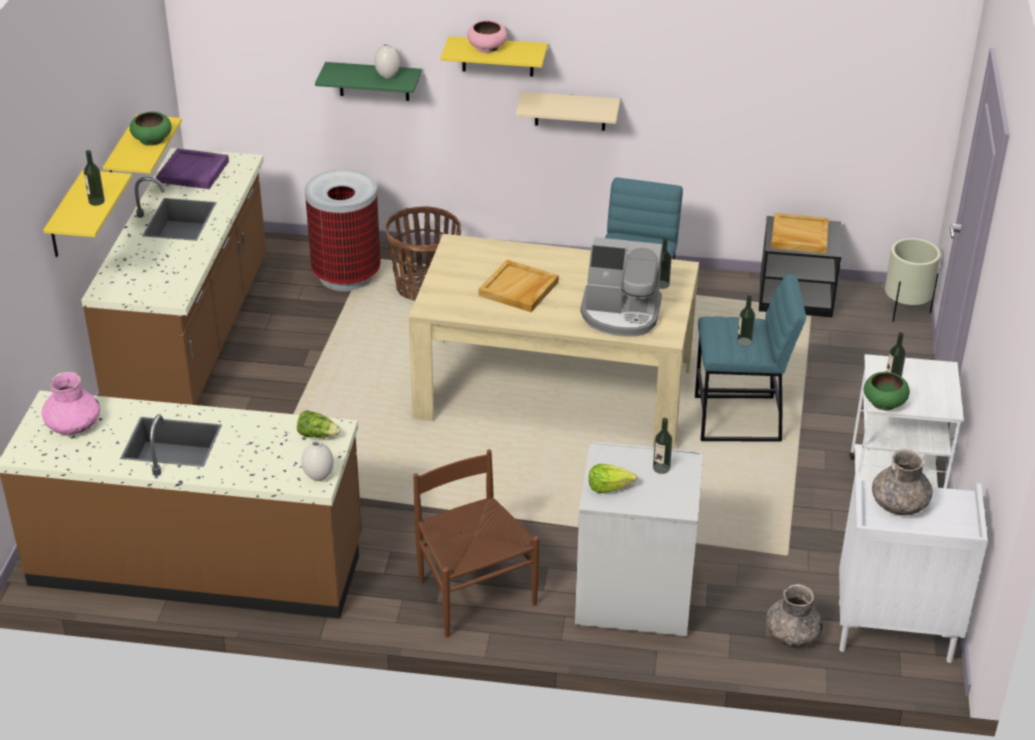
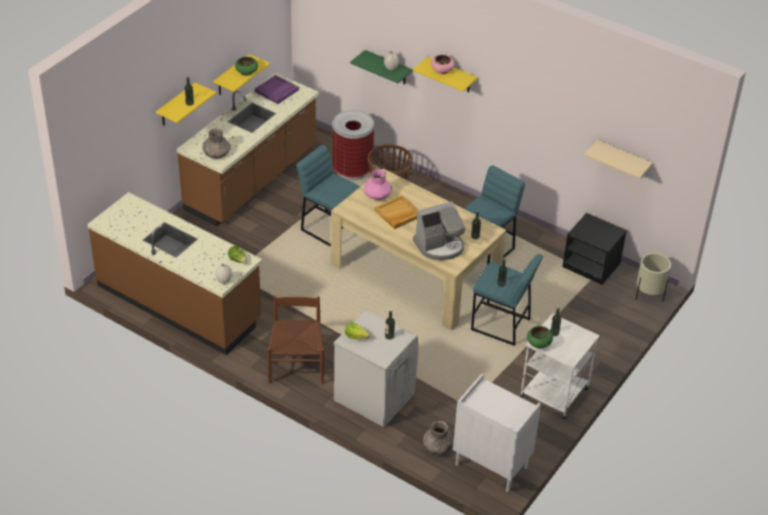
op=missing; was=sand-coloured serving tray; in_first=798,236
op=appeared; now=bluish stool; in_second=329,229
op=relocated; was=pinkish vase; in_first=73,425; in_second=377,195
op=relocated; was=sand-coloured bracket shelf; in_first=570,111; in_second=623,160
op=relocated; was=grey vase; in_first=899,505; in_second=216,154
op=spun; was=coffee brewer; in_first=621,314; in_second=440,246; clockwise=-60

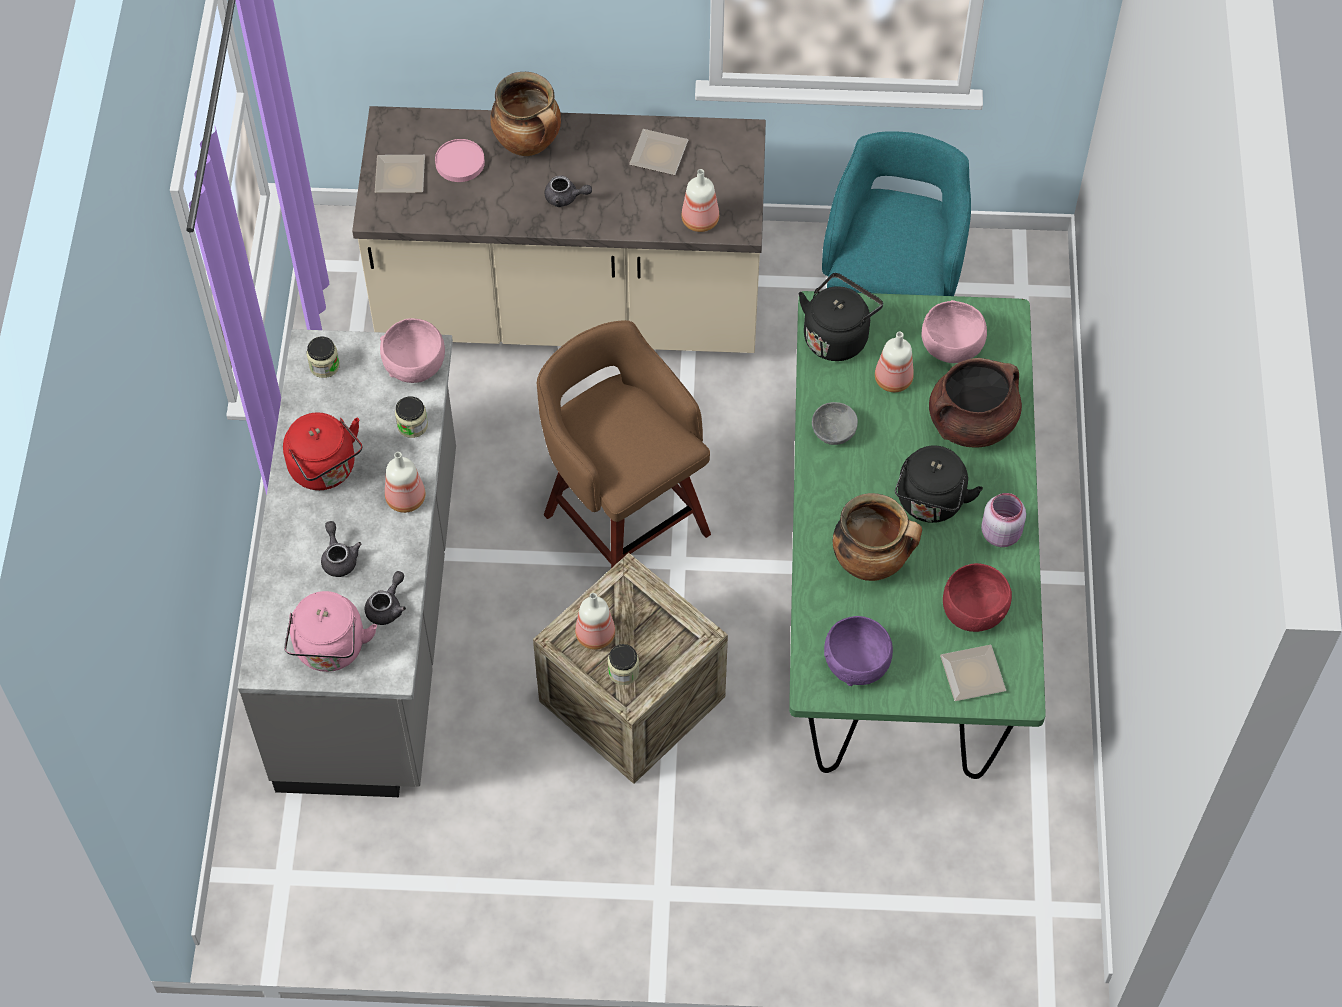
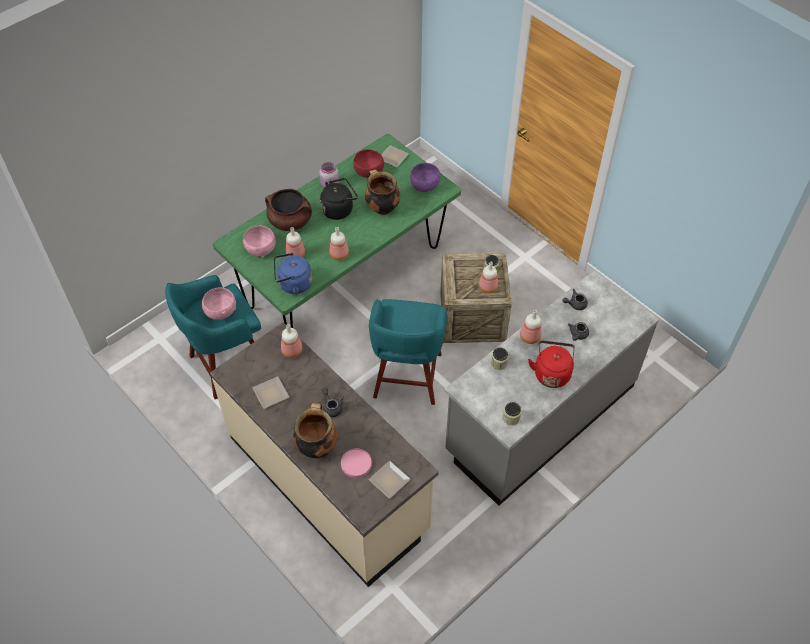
op=missing; was=pinkish kettle; in_first=330,650
op=relocated; was=pinkish serving bowl; in_first=415,365; in_second=220,311
op=exchanged; was=grey serving bowl; now=drink bottle; in_first=833,432; in_second=340,254
op=colour; was=brownish stool; now=blue-green stool; in_first=624,520; in_second=407,378
op=colour; was=black-coloured kettle; now=bluish kettle; in_first=837,336; in_second=293,284

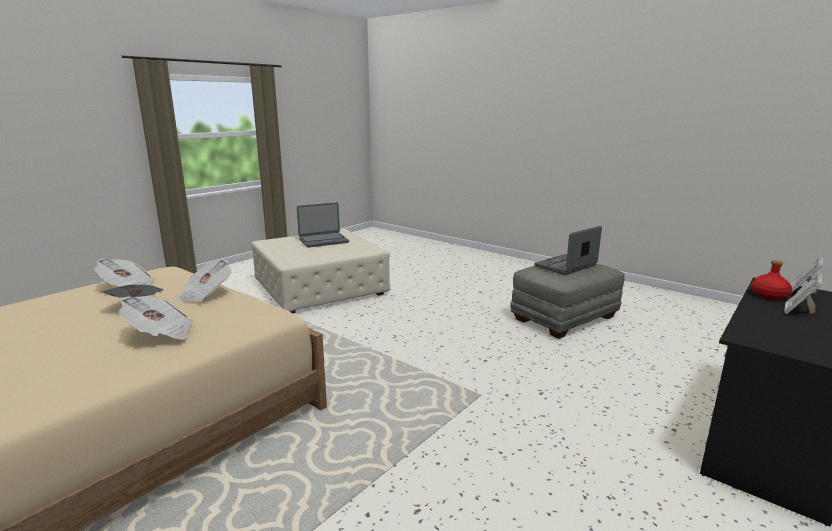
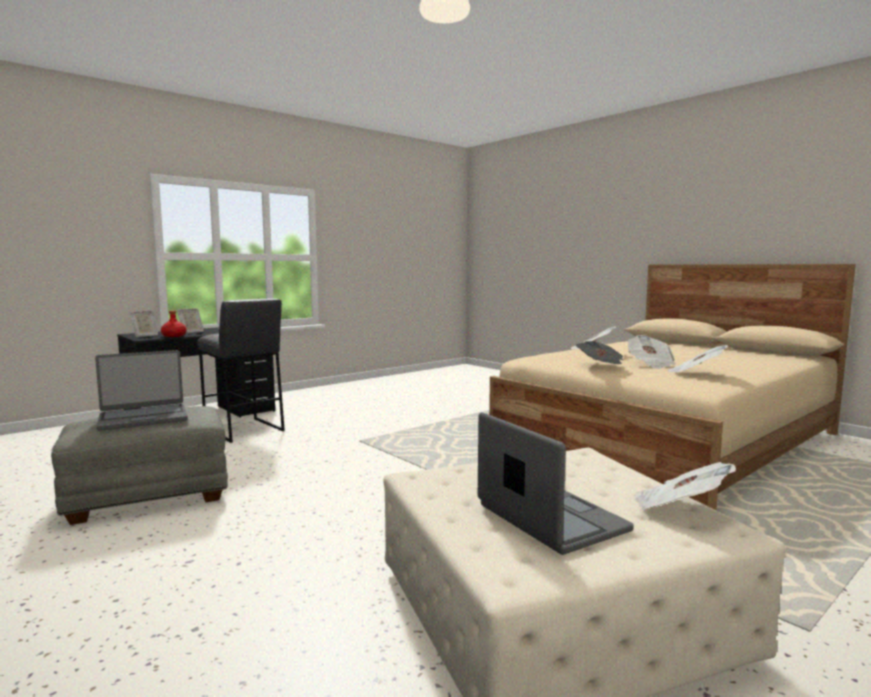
op=appeared; now=grey stool; in_second=244,430
op=appeared; now=daily paper; in_second=678,509
op=spun; was=portable computer; in_first=323,241; in_second=550,518; clockwise=75

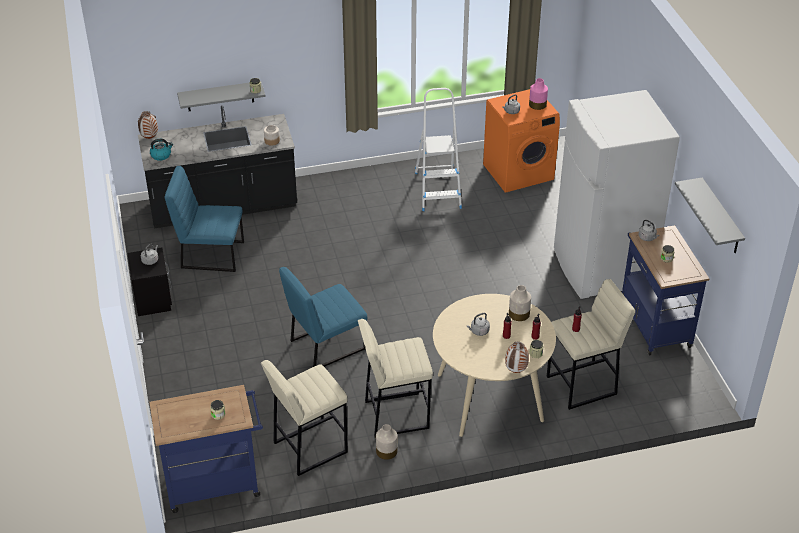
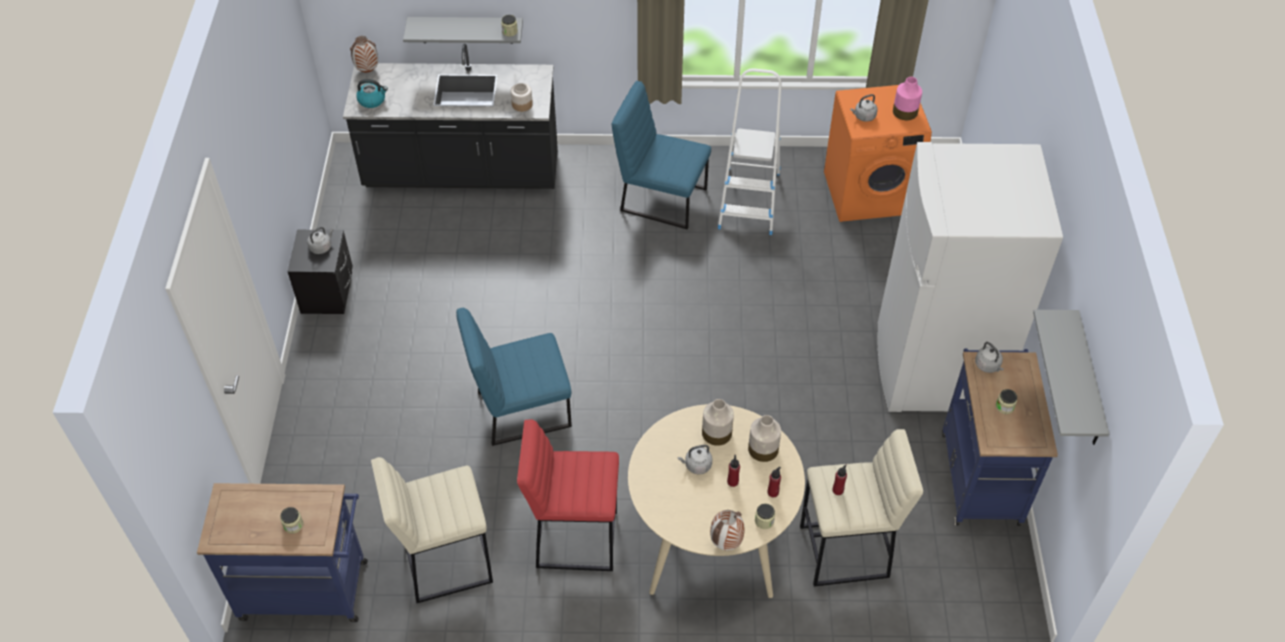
op=relocated; was=bluish plain chair; in_first=210,254; in_second=661,198
op=relocated; was=sand-coloured vase; in_first=386,451; in_second=717,432
op=colour; was=sand-coloured stool; now=reddish stool; in_first=394,415; in_second=574,539

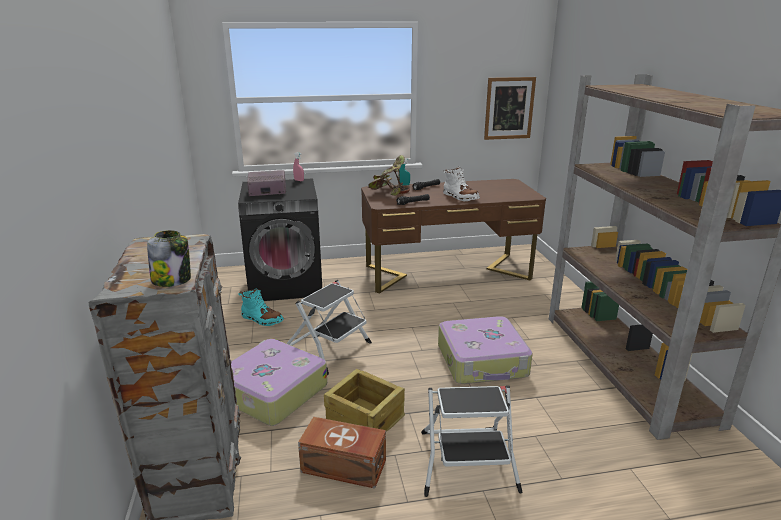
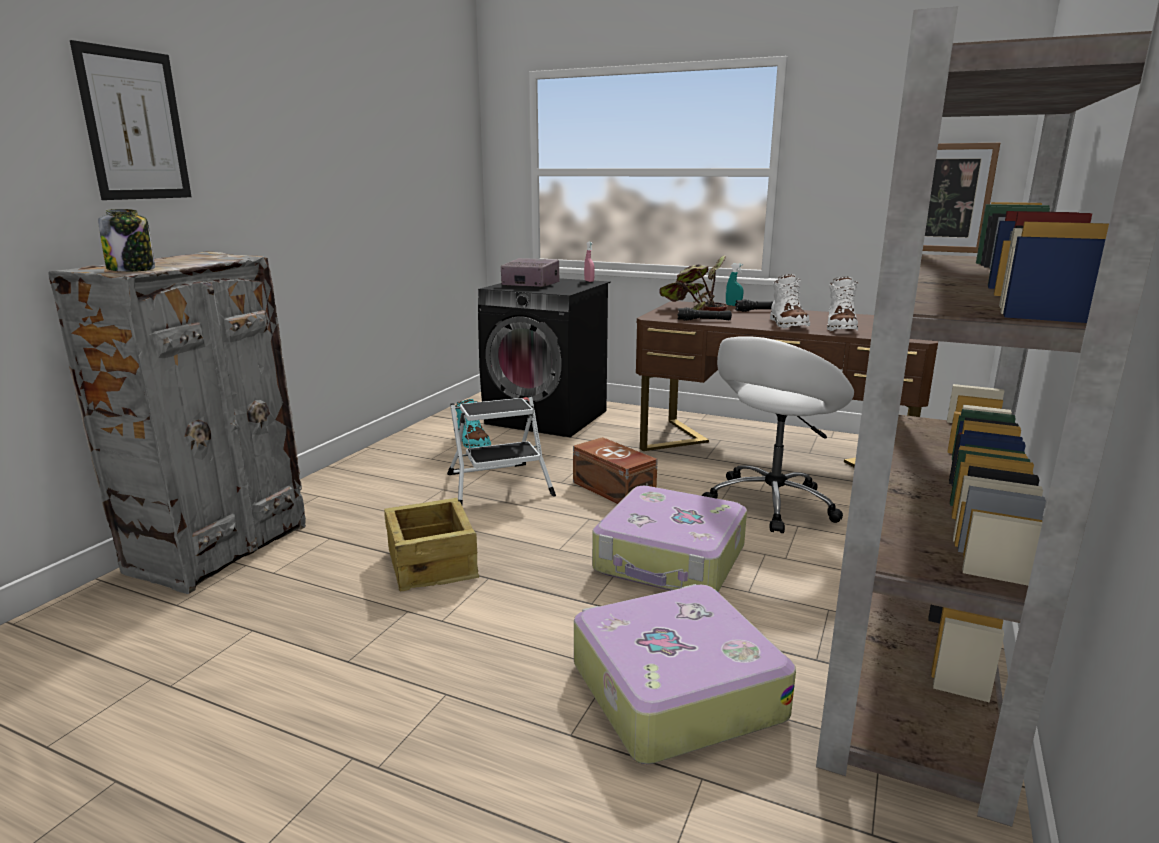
op=missing; was=step ladder; in_first=466,462
op=appeared; now=picture; in_second=134,125
op=appeared; now=white-coloured computer chair; in_second=769,505
op=appeared; now=white-coloured boot; in_second=840,328
op=relocated; was=suitcase; in_first=271,392; in_second=673,690
op=relocated; was=brownish storage box; in_first=344,467; in_second=613,490

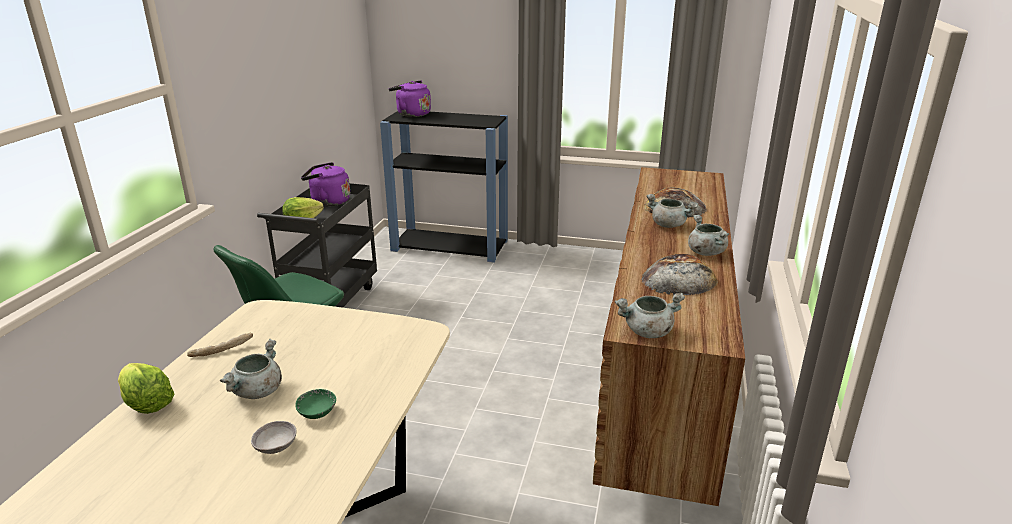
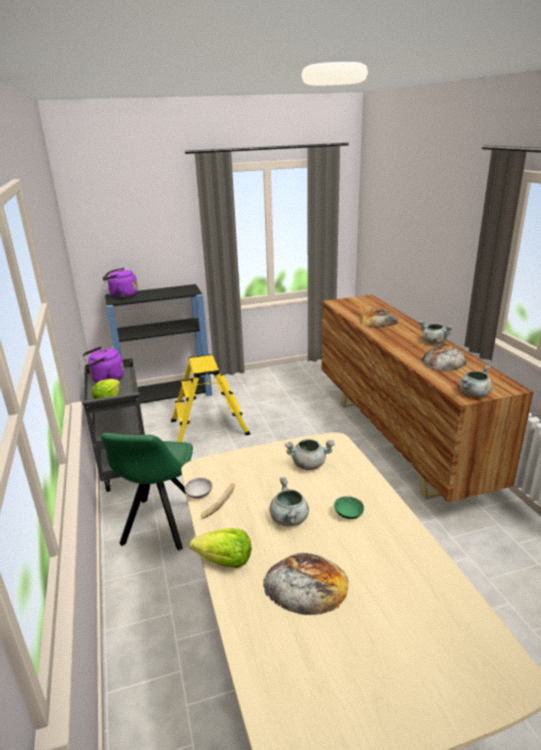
op=appeared; now=yellow-coloured step ladder; in_second=209,427
op=appeared; now=baked bread; in_second=306,584
op=relocated; was=grey serving bowl; in_first=276,447; in_second=199,494
op=relocated; was=grey stockpot; in_first=669,225; in_second=309,464

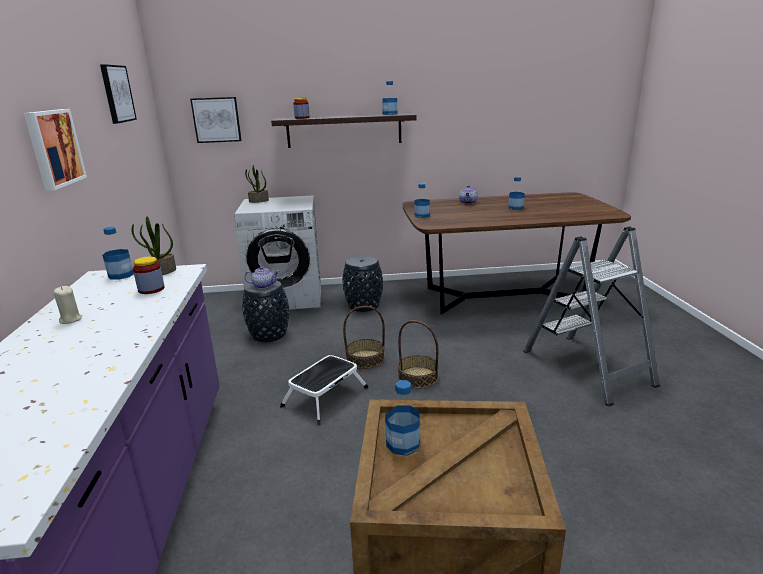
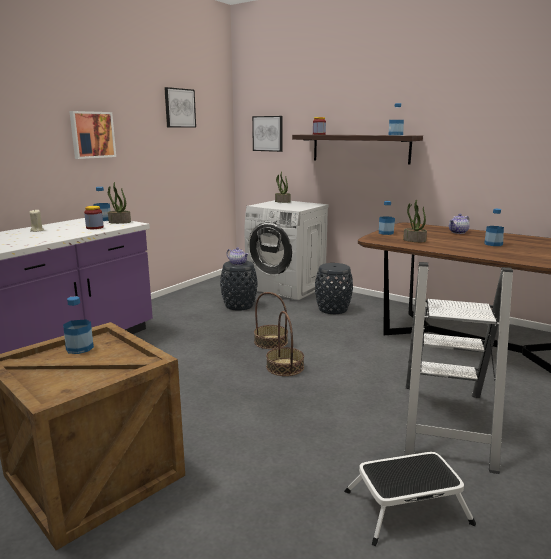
op=appeared; now=potted plant; in_second=414,240
op=relocated; was=black-coloured step ladder; in_first=325,397; in_second=407,508

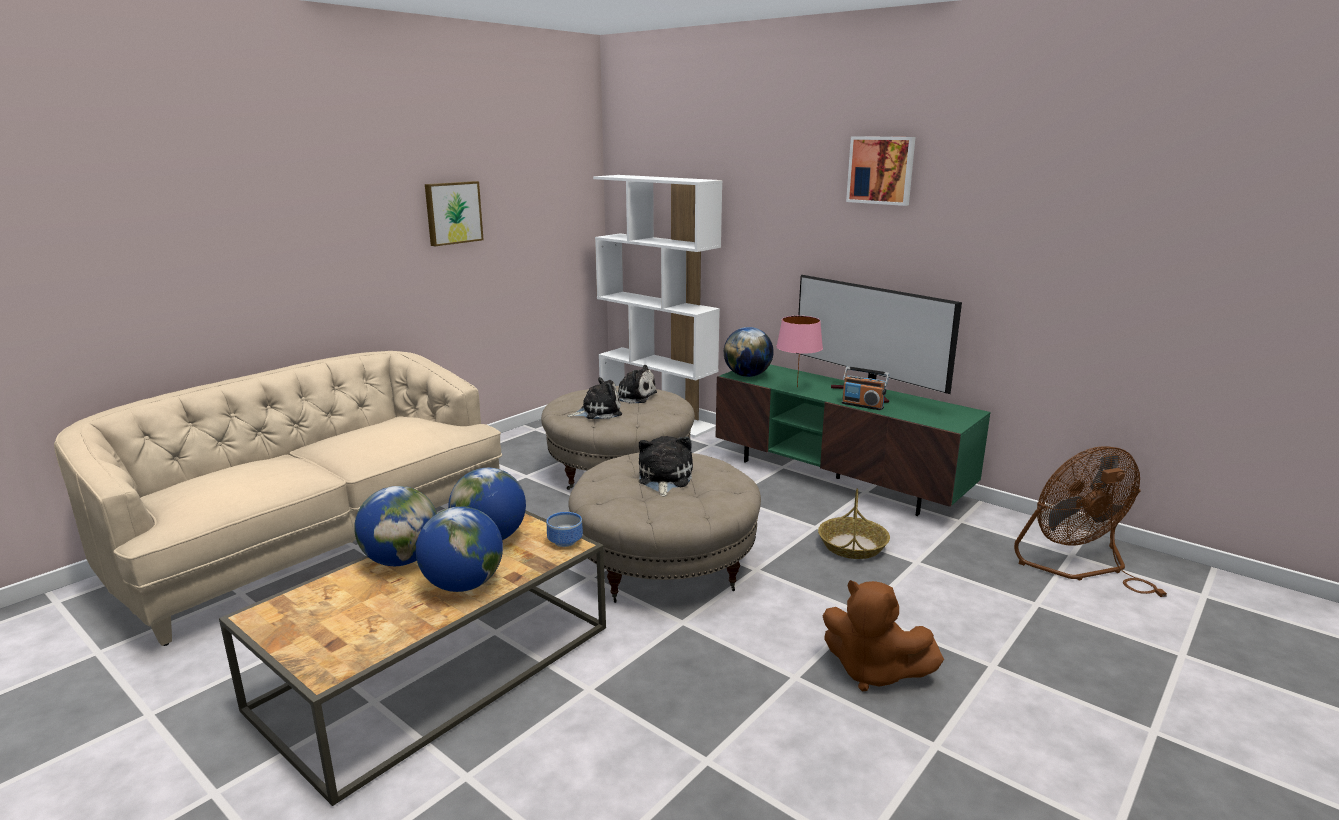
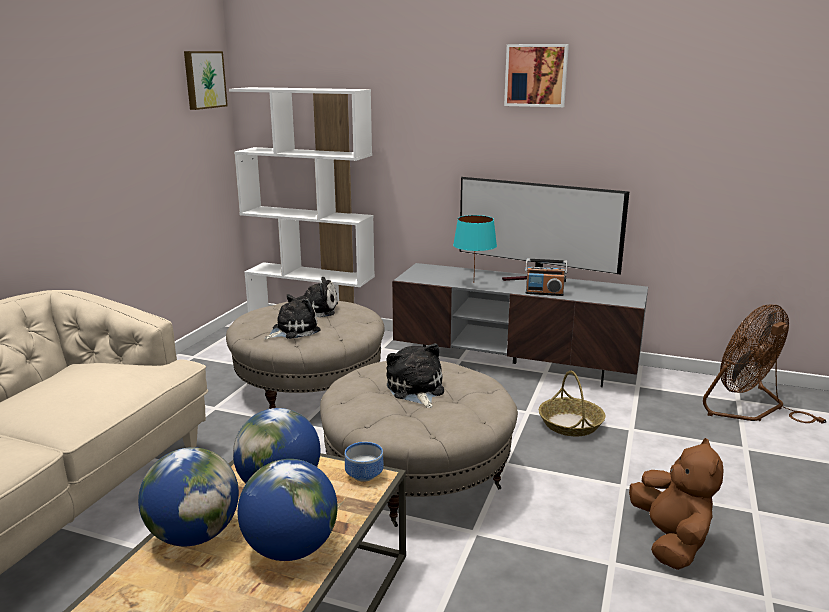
op=missing; was=desk globe; in_first=747,375
op=relocated; was=picture; in_first=452,213; in_second=203,79
op=colour; was=green tv stand; now=grey tv stand; in_first=838,478; in_second=514,362
op=colour; was=pinkish tabletop lamp; now=blue-green tabletop lamp; in_first=797,387; in_second=473,283
op=spun; was=brownish plush toy; in_first=872,672; in_second=670,541; clockwise=-105

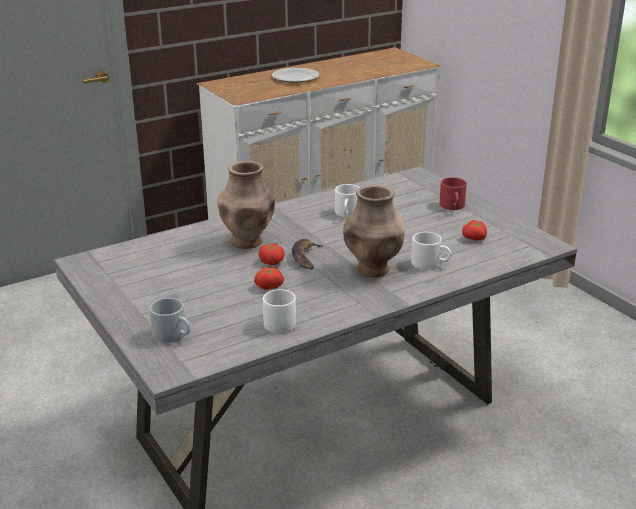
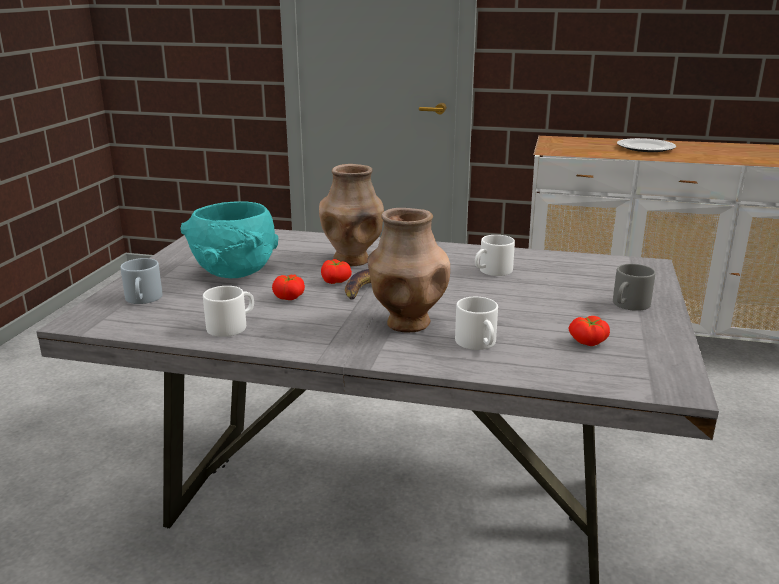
op=appeared; now=blue-green serving bowl; in_second=235,273
op=colour; was=reddish coffee mug; now=grey coffee mug; in_first=453,206; in_second=629,305

